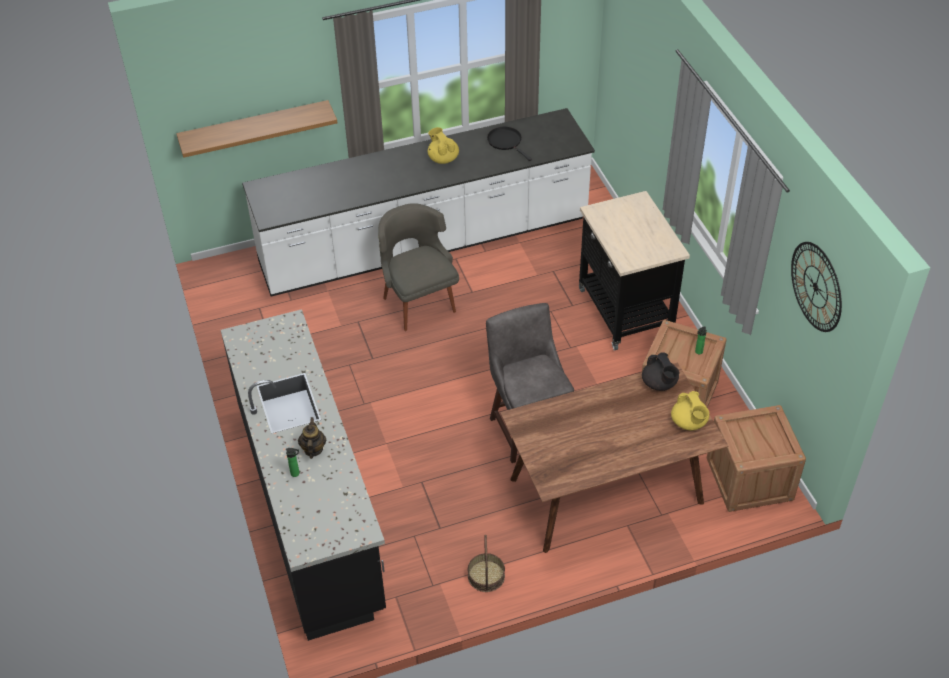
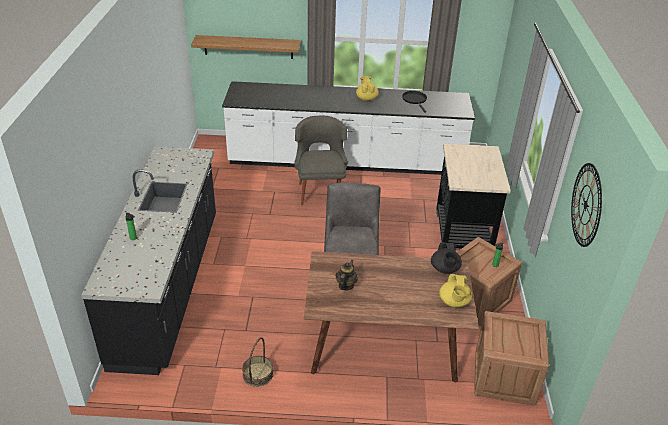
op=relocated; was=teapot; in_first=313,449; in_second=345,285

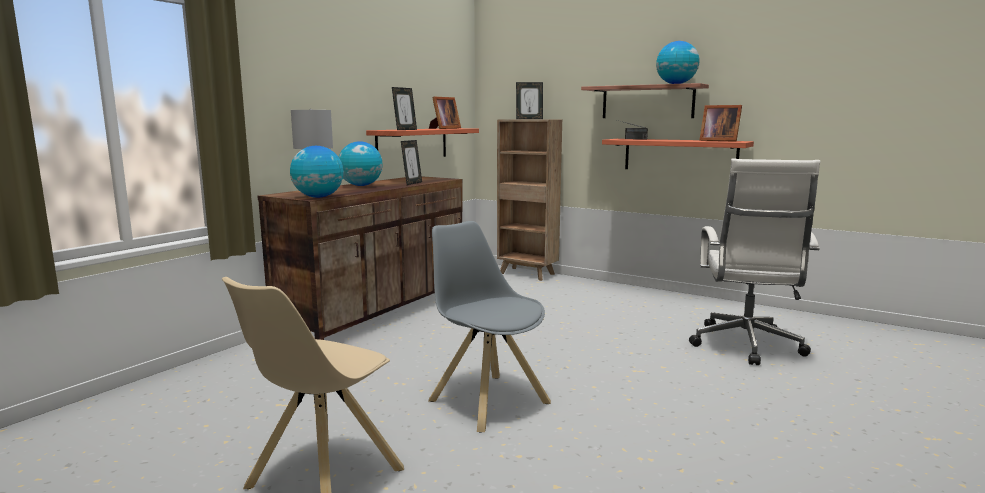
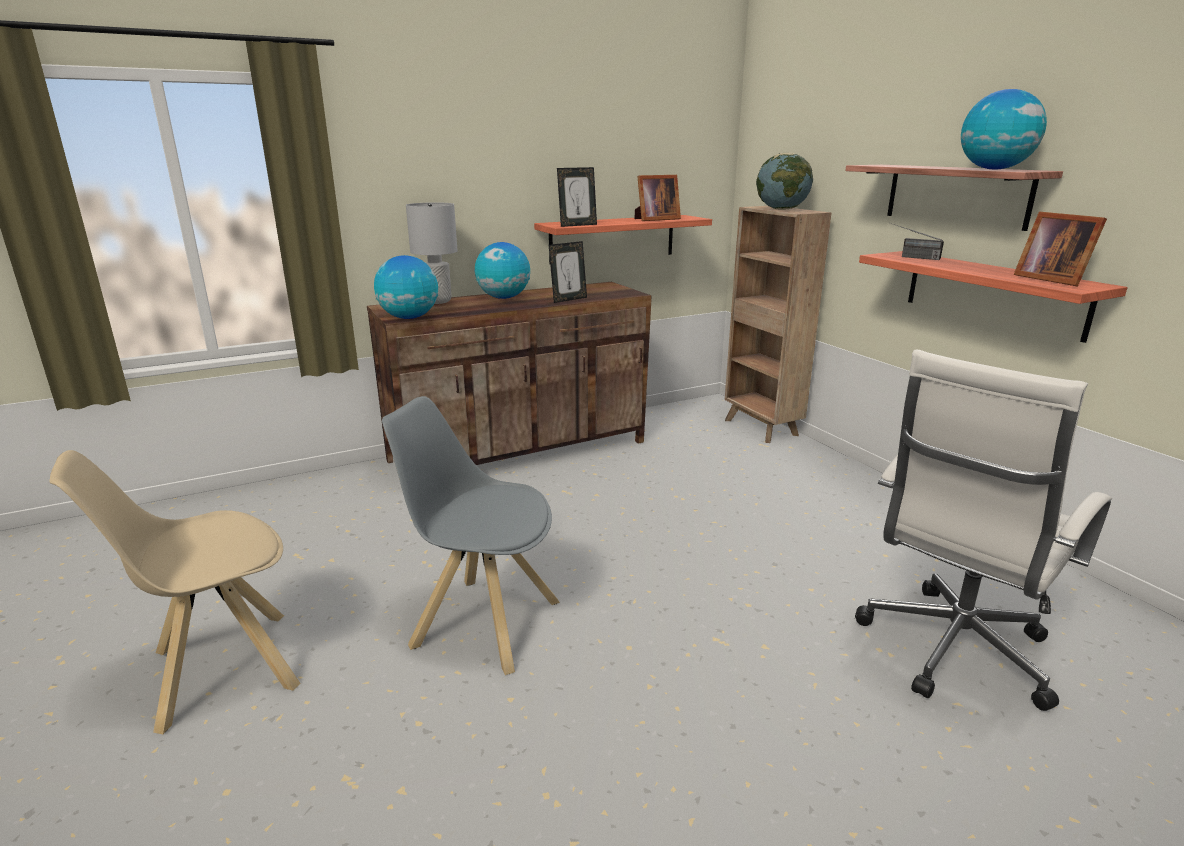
op=exchanged; was=picture frame; now=desk globe; in_first=529,119; in_second=781,209
op=spun; was=grey plain chair; in_first=487,400; in_second=483,621; clockwise=-60

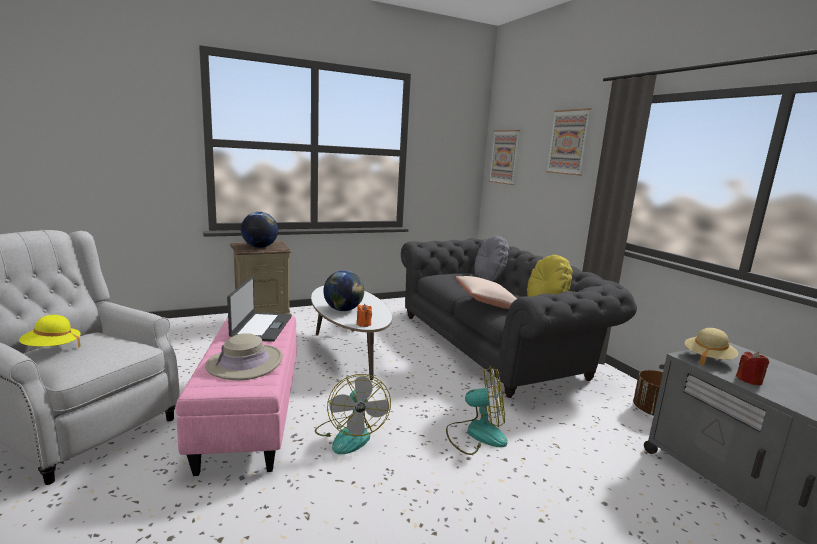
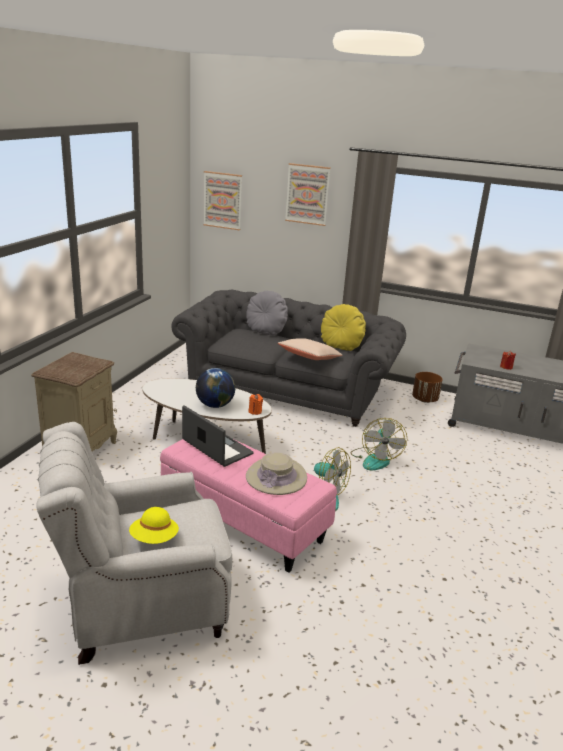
op=missing; was=desk globe; in_first=260,247
op=missing; was=sand-coloured hat; in_first=707,358
op=spun; was=cooling fan; in_first=476,434; in_second=375,459; clockwise=135

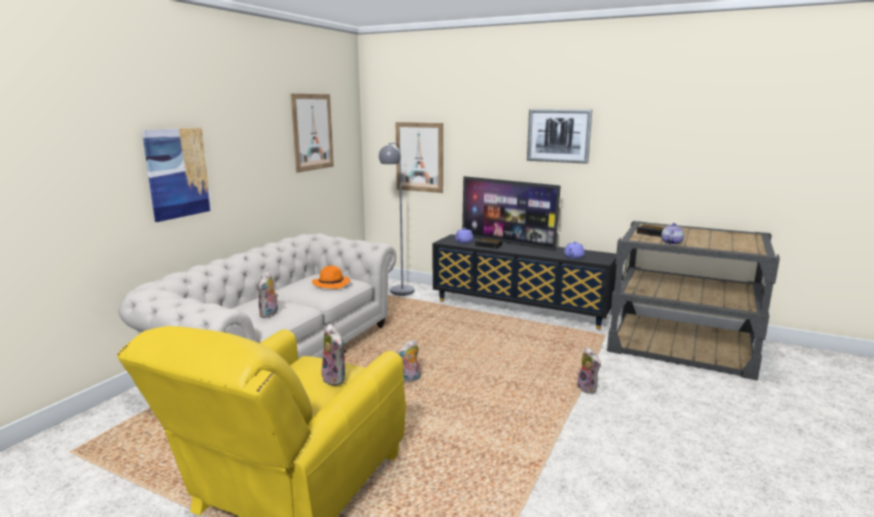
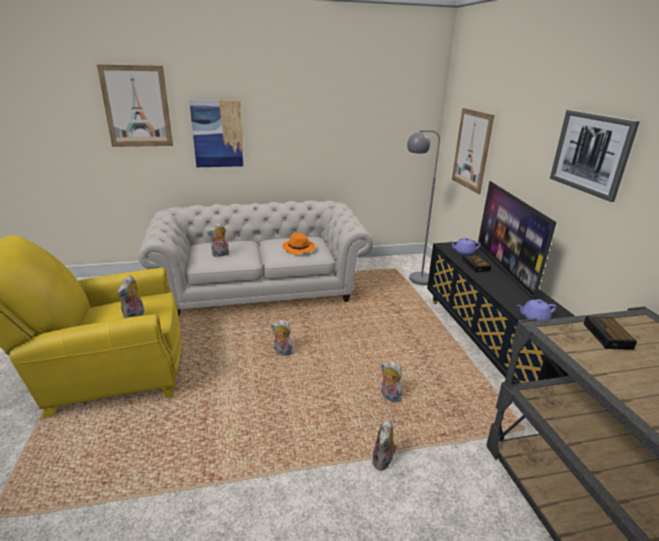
op=missing; was=teapot; in_first=671,243
op=appeared; now=plush toy; in_second=389,397
op=relocated; was=picture; in_first=312,132; in_second=137,107

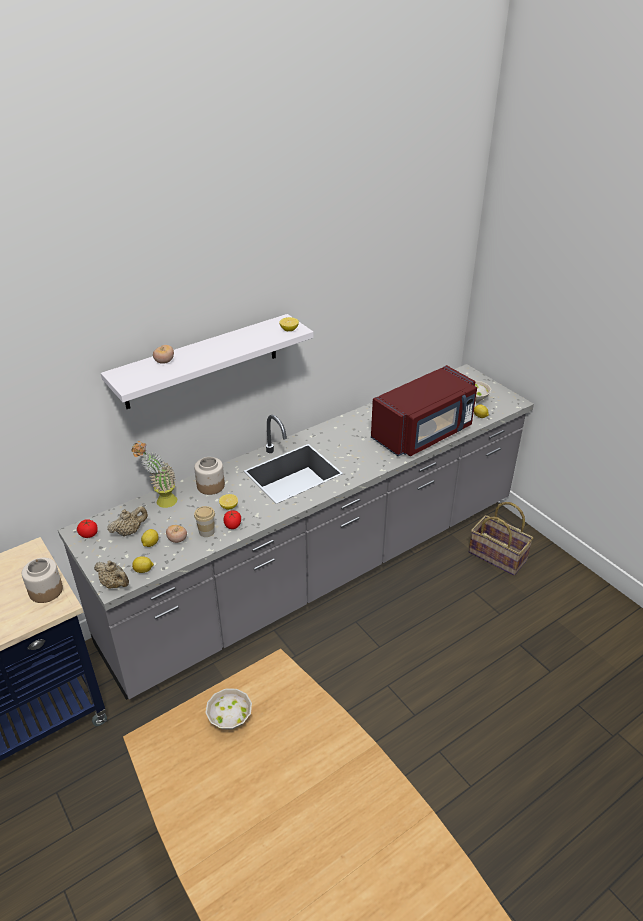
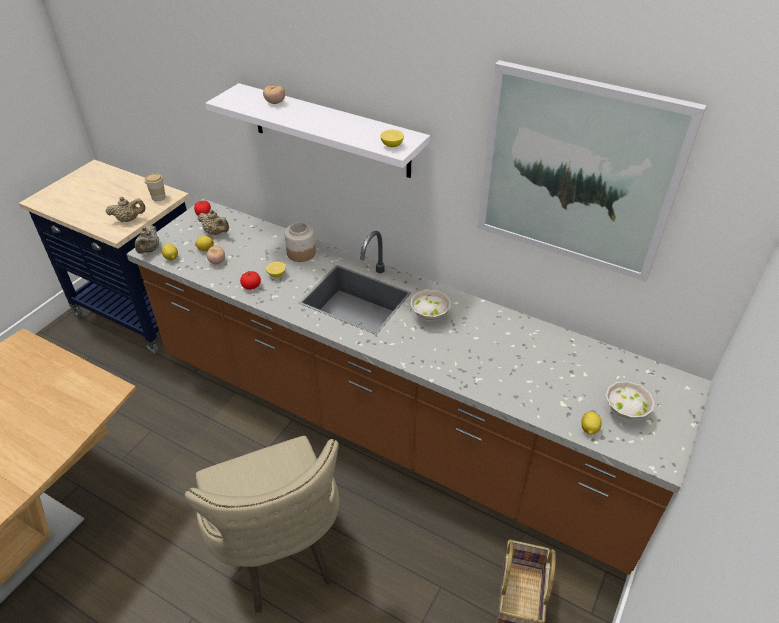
op=missing; was=potted plant; in_first=161,502
op=missing; was=reddish kitchen microwave; in_first=424,433
op=appeared; now=sand-coloured plain chair; in_second=280,552
op=appeared; now=picture; in_second=577,173
op=relocated; was=small cup; in_first=206,531; in_second=158,197
op=relocated; was=white-coloured serving bowl; in_first=229,719; in_second=429,315
op=exchanged; was=preserve jar; now=sand-coloured teapot; in_first=45,590; in_second=129,220
op=colour; was=grey kitchen base unit; now=brownish kitchen base unit; in_first=321,570; in_second=389,426

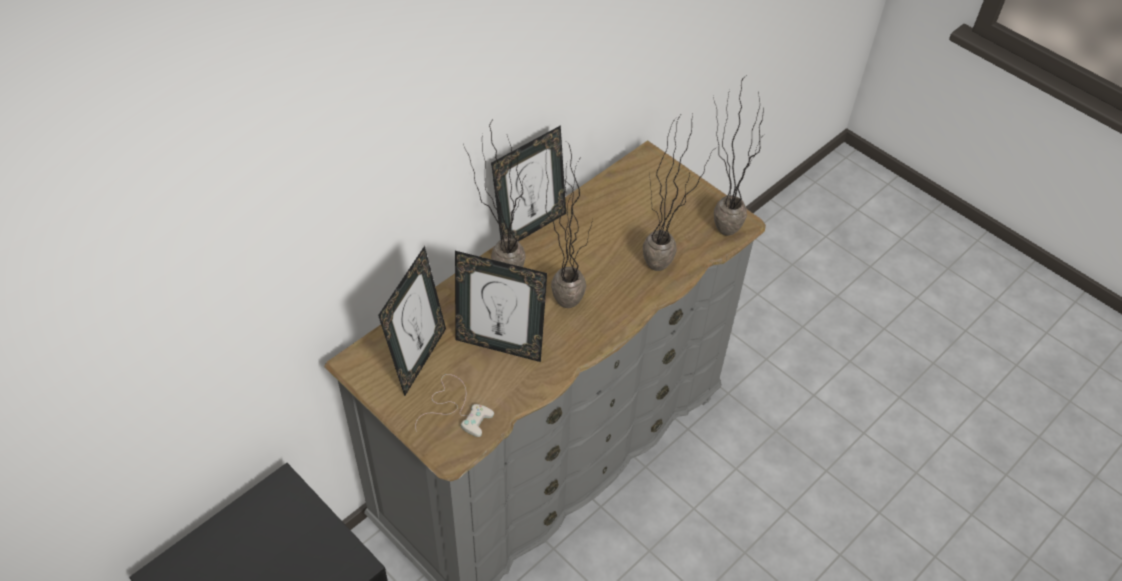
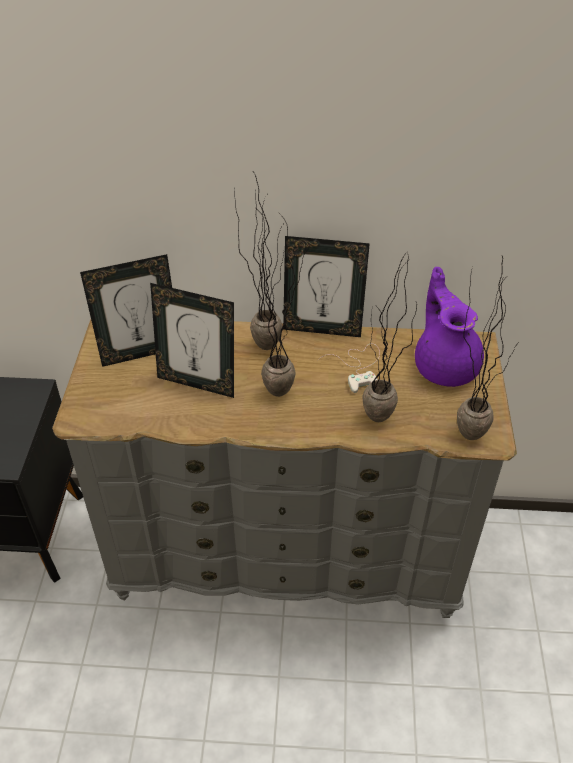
op=appeared; now=purplish teapot; in_second=445,365
op=relocated; was=white-coloured game controller; in_first=455,408; in_second=358,367
op=spun; was=picture frame; in_first=500,345; in_second=198,382; clockwise=-45

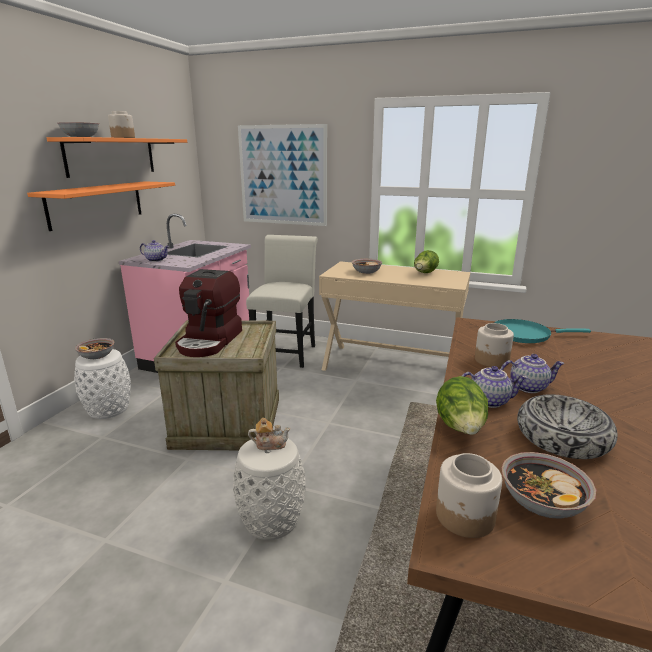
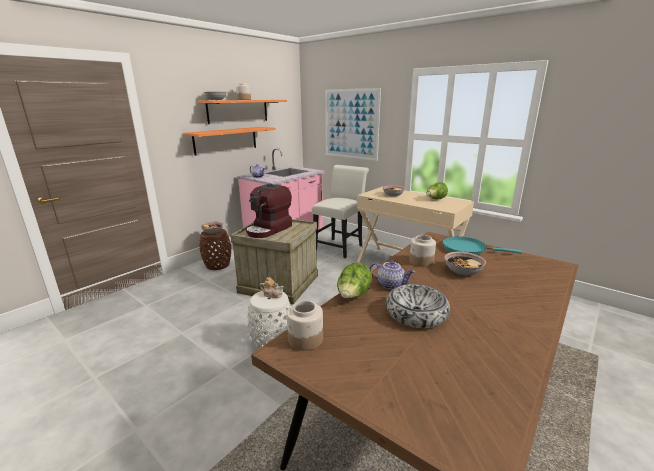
op=missing; was=teapot; in_first=528,387
op=relocated; was=serving bowl; in_first=542,501; in_second=463,271
op=colour; was=white-coloured stool; now=brownish stool; in_first=108,409; in_second=217,265

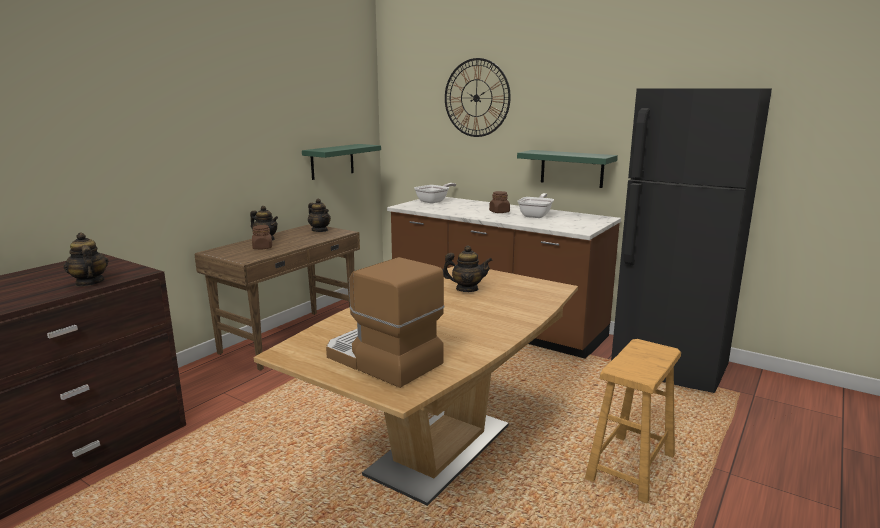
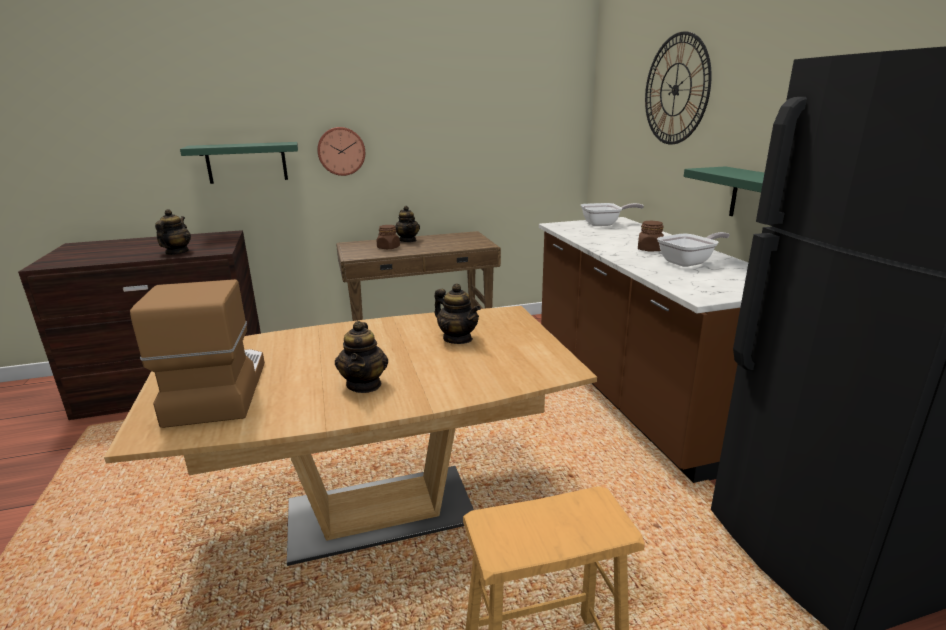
op=appeared; now=wall clock; in_second=341,151
op=relocated; was=green bracket shelf; in_first=332,161; in_second=246,162
op=relocated; was=teapot; in_first=320,230; in_second=364,385

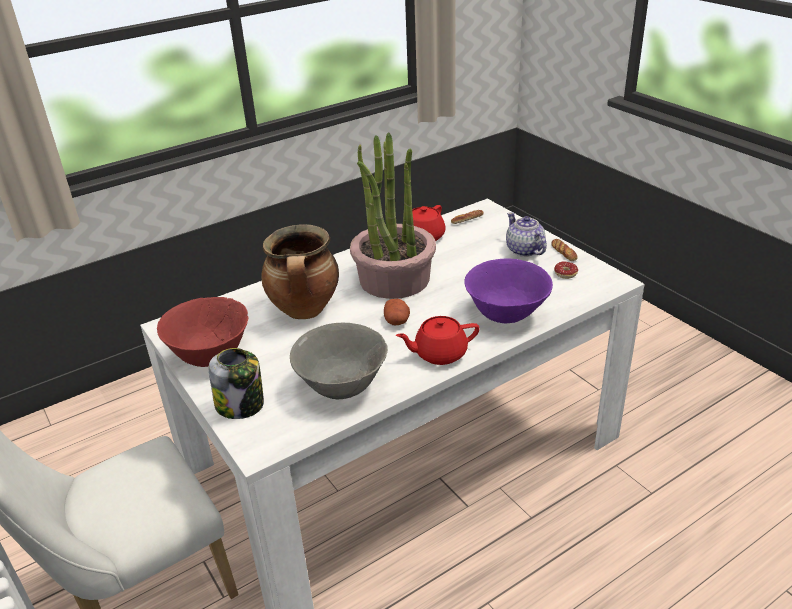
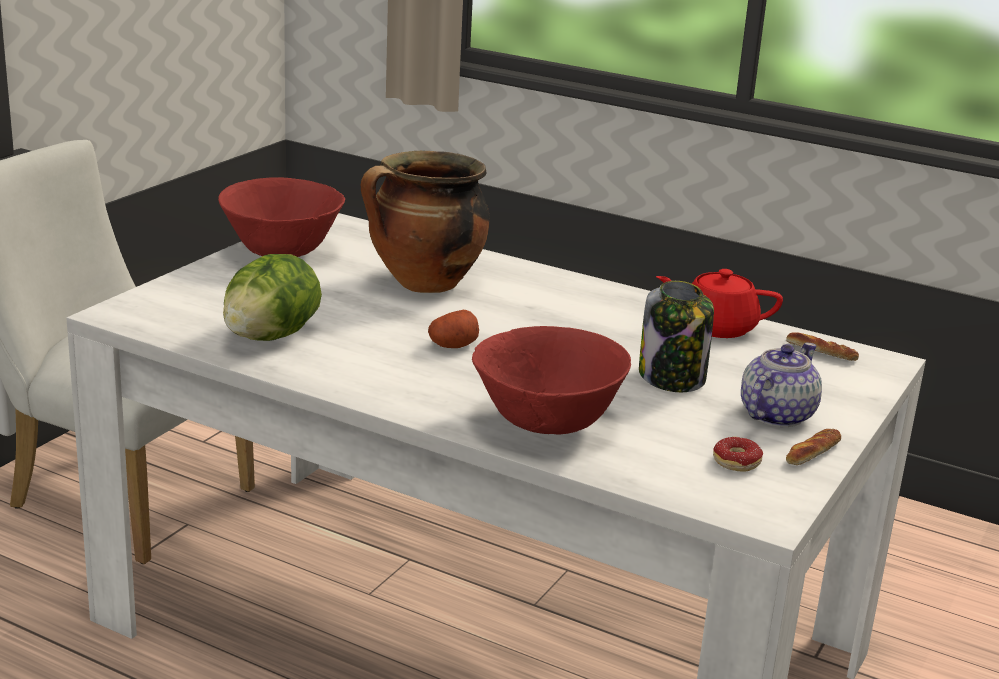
op=missing; was=potted plant; in_first=394,279
op=missing; was=reddish teapot; in_first=439,353
op=relocated; was=preserve jar; in_first=241,405; in_second=672,378
op=exchanged; was=grey serving bowl; now=lettuce; in_first=342,386; in_second=270,336
op=colour; was=purplish serving bowl; now=reddish serving bowl; in_first=506,314; in_second=547,425

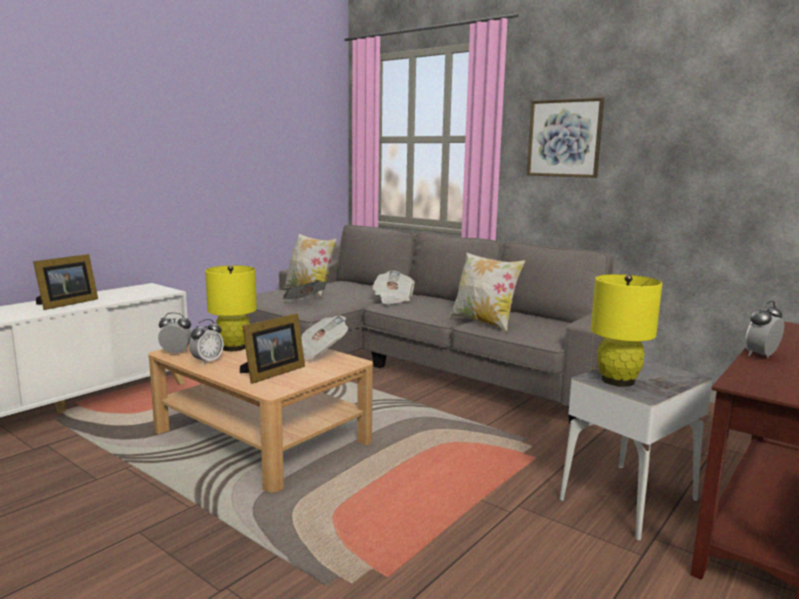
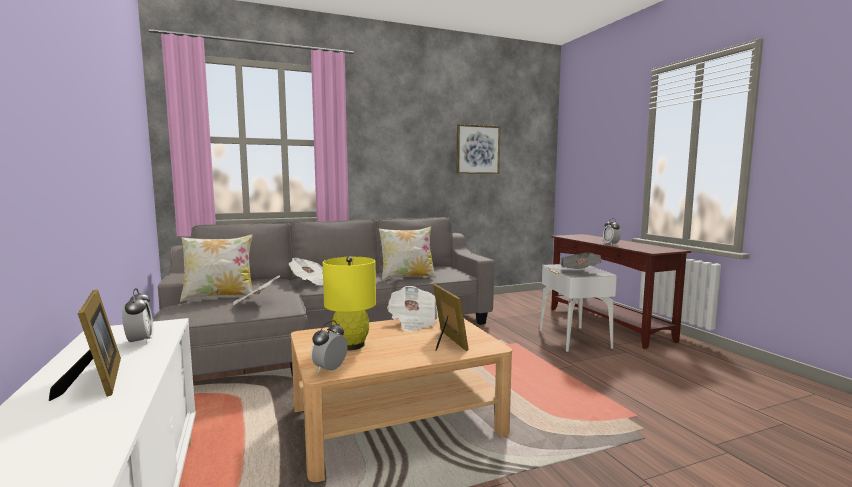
op=relocated; was=table clock; in_first=207,361; in_second=140,342
op=relocated; was=picture; in_first=564,138; in_second=478,149
op=exchanged; was=yellow-coloured tabletop lamp; now=daily paper; in_first=618,381; in_second=579,272

